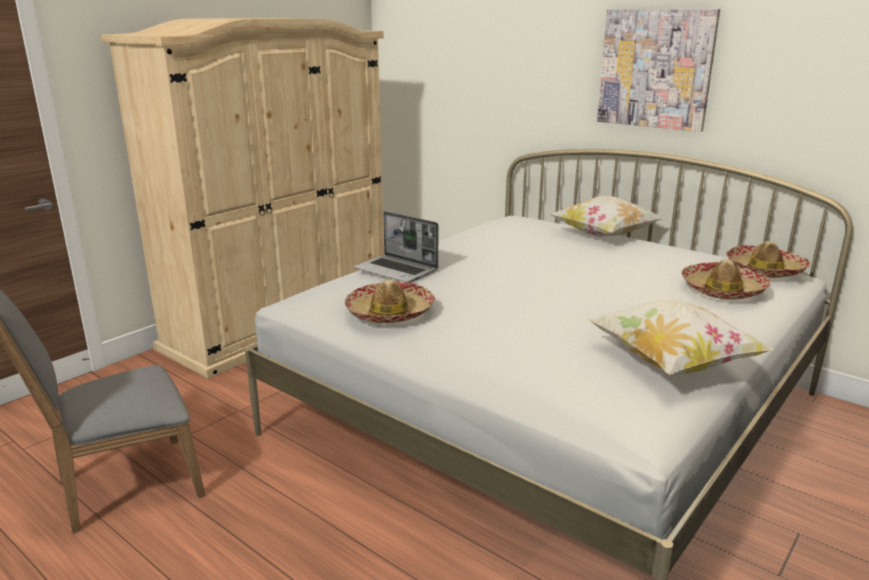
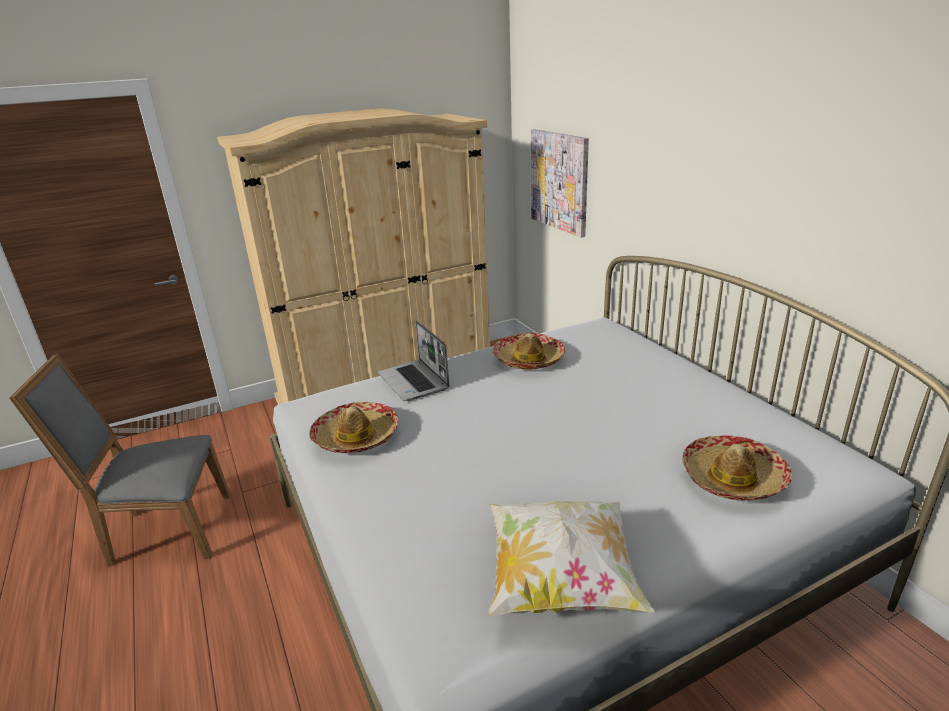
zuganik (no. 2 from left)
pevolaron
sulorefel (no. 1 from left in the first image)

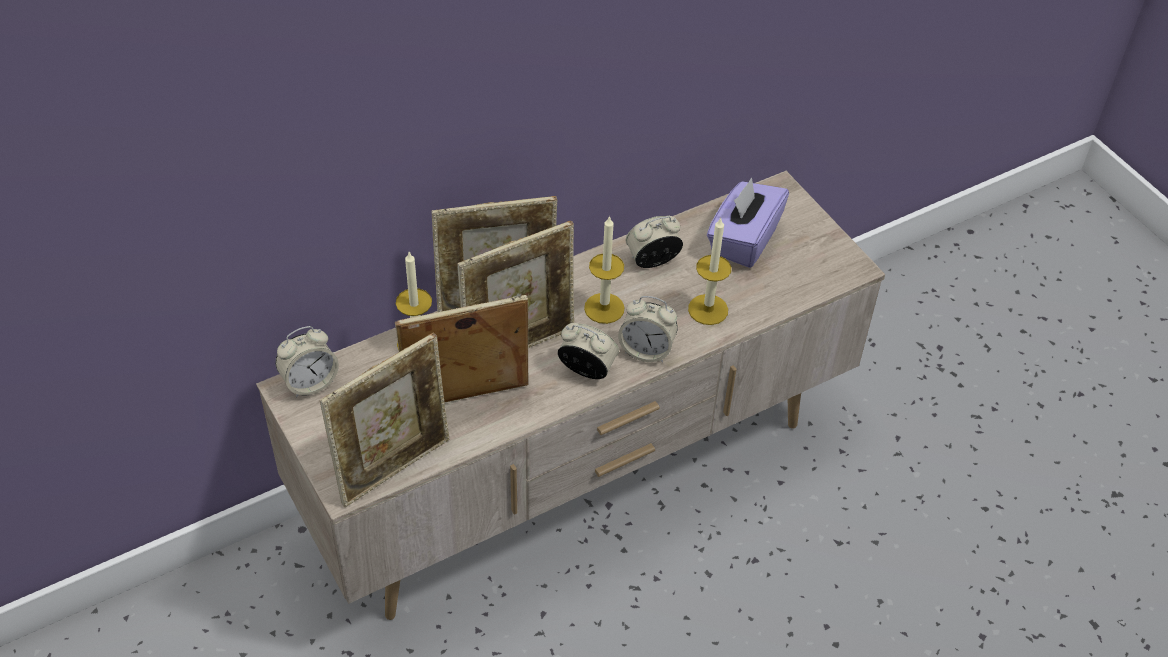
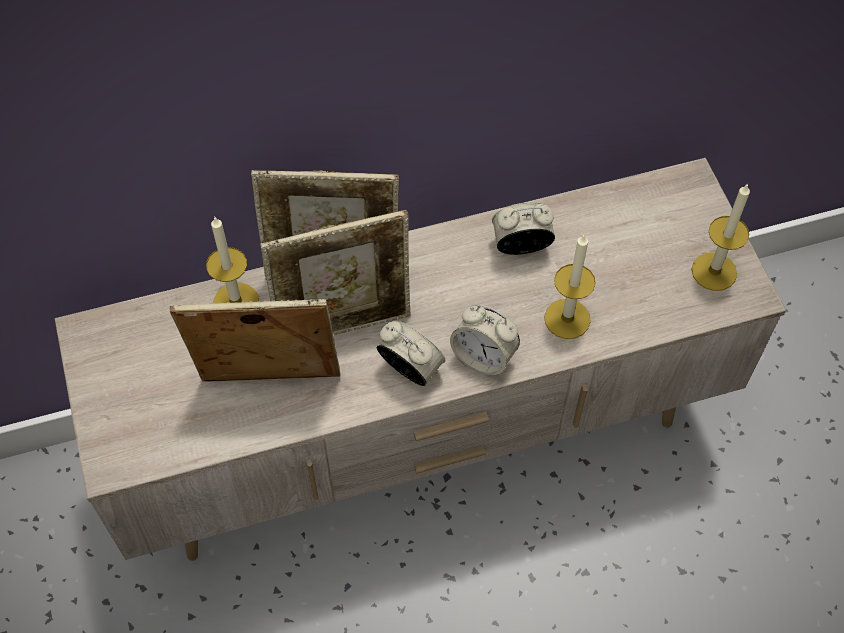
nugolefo (no. 3 from left)
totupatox (no. 1 from left in the first image)
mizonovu (no. 1 from left in the first image)
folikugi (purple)

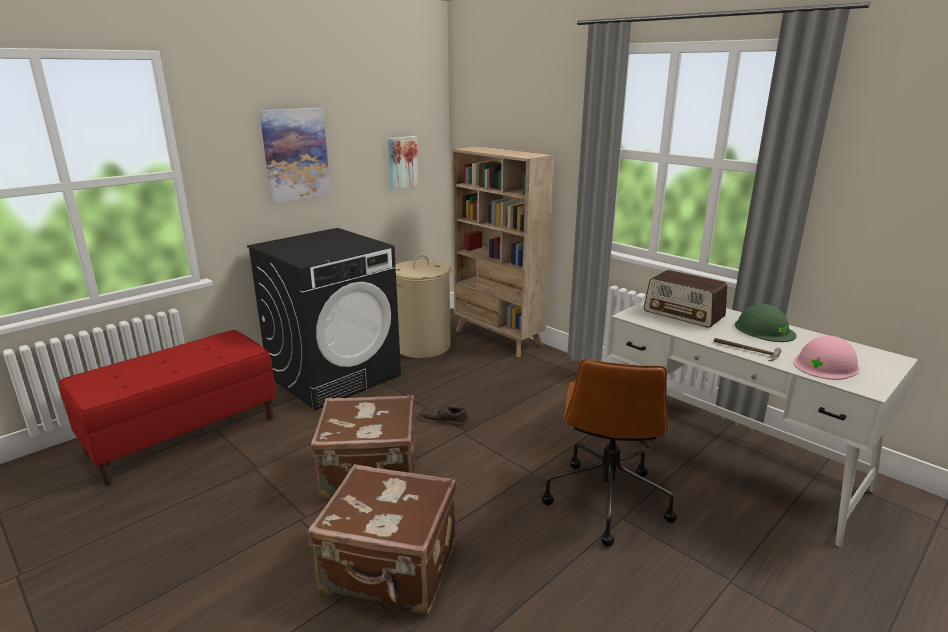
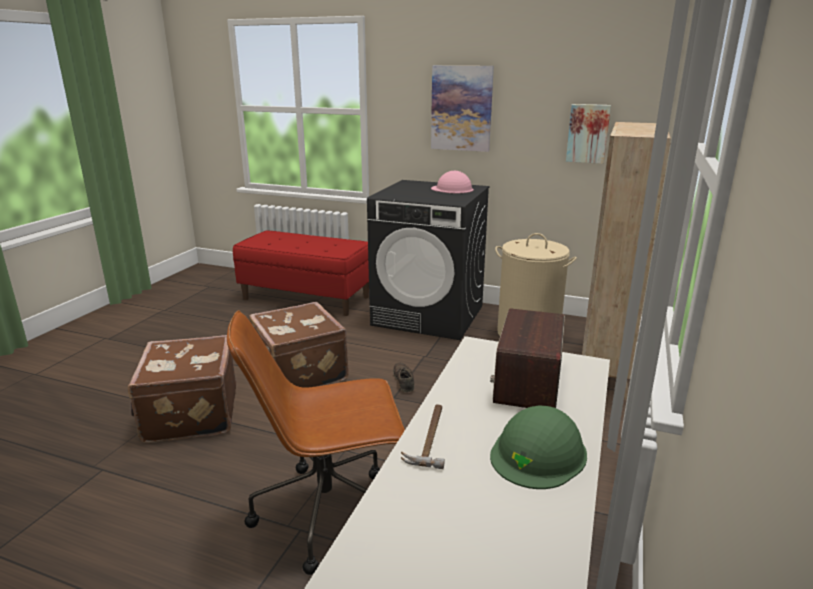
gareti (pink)

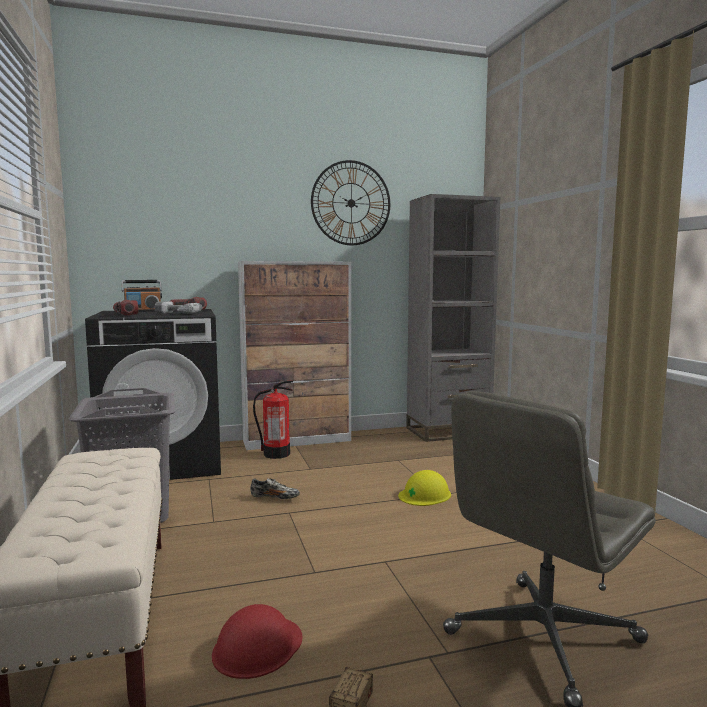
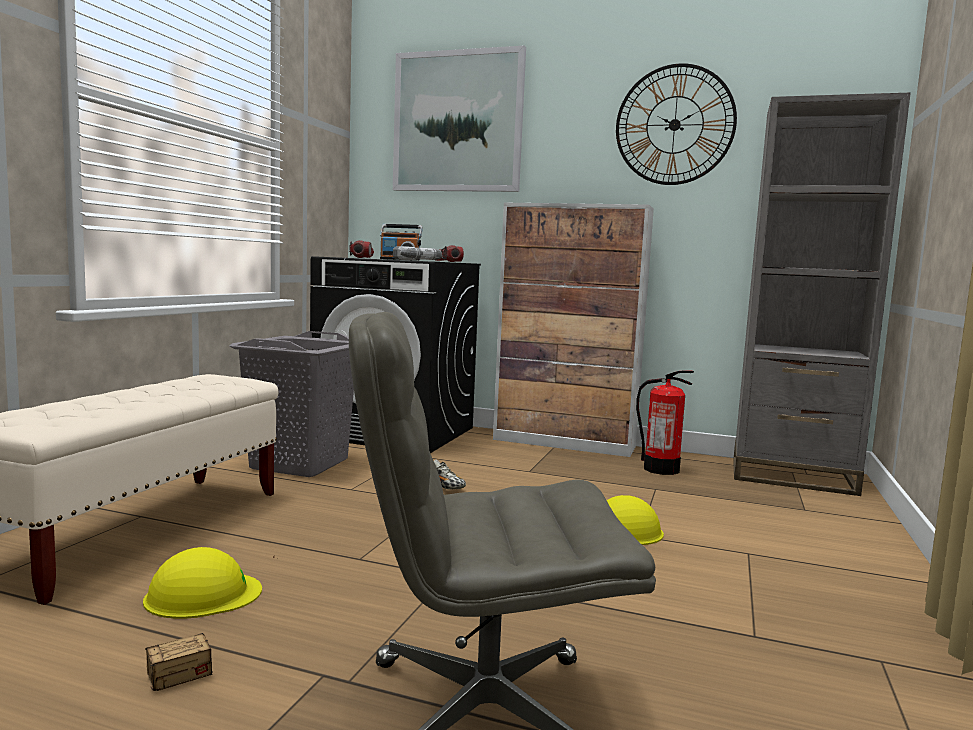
gareti (yellow) (no. 1 from left)
pevolaron
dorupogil

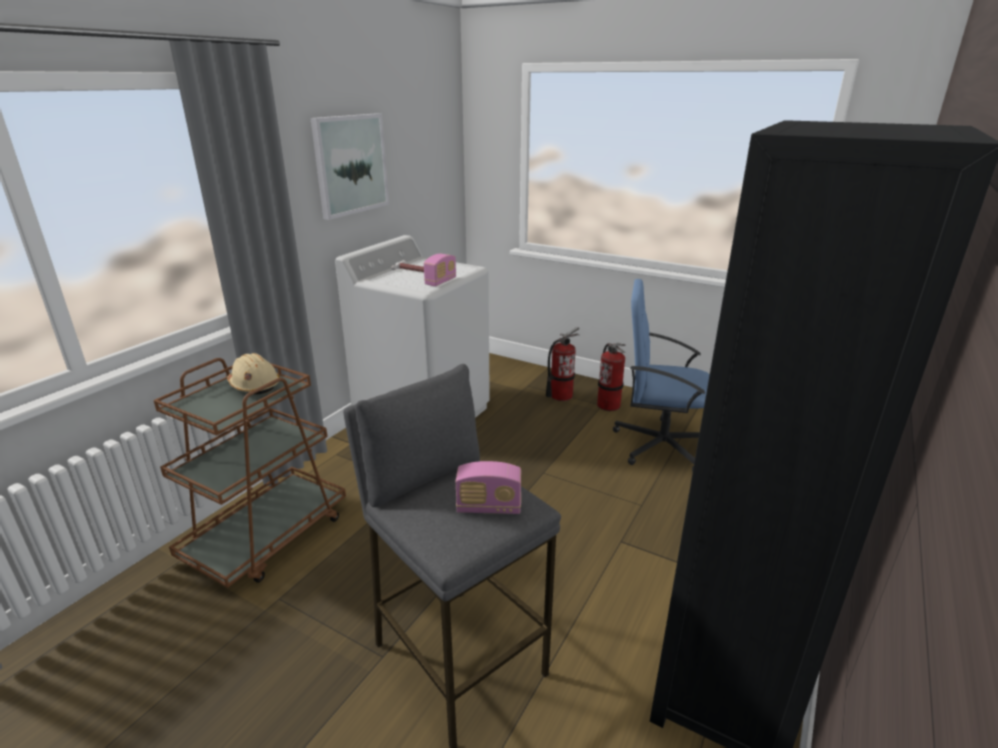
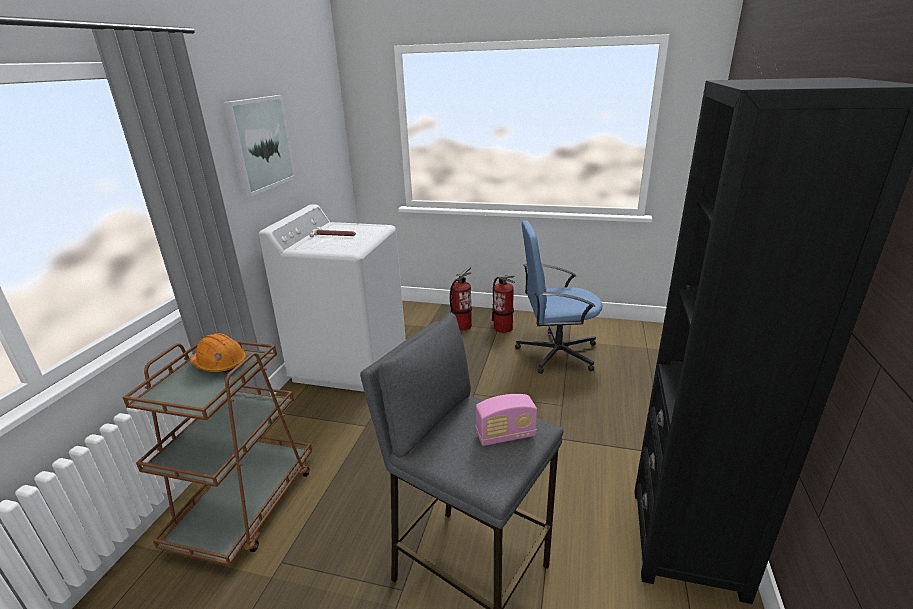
gareti (orange)
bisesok (no. 1 from left in the first image)

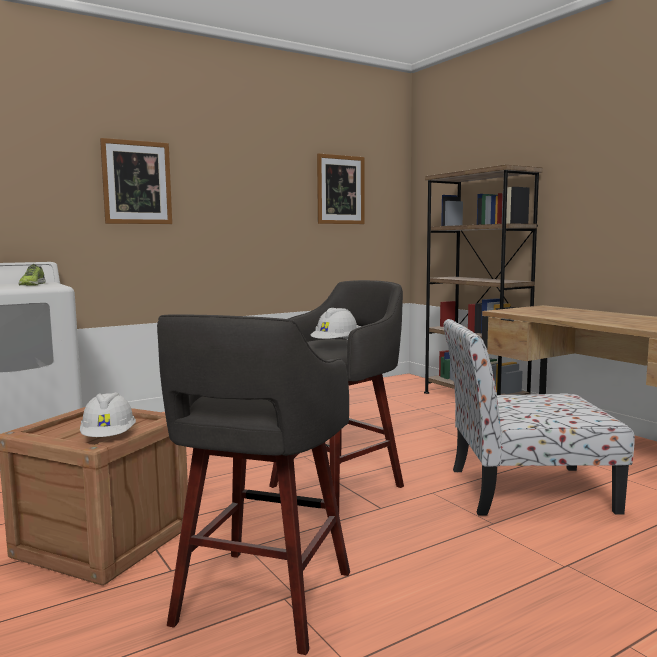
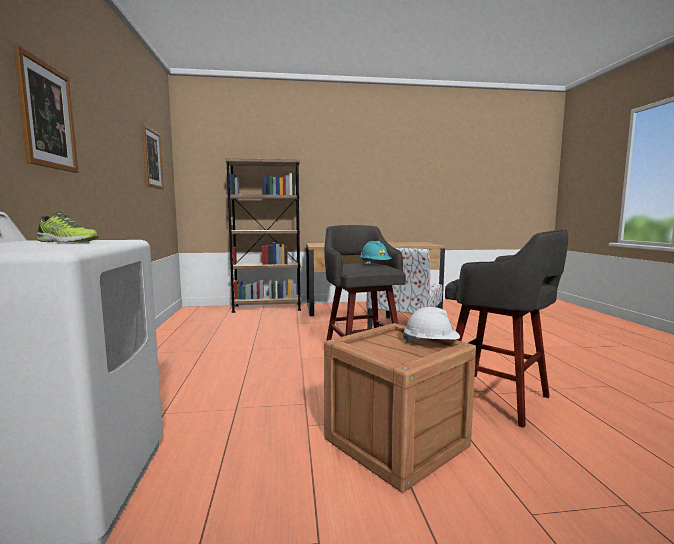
gareti (turquoise)

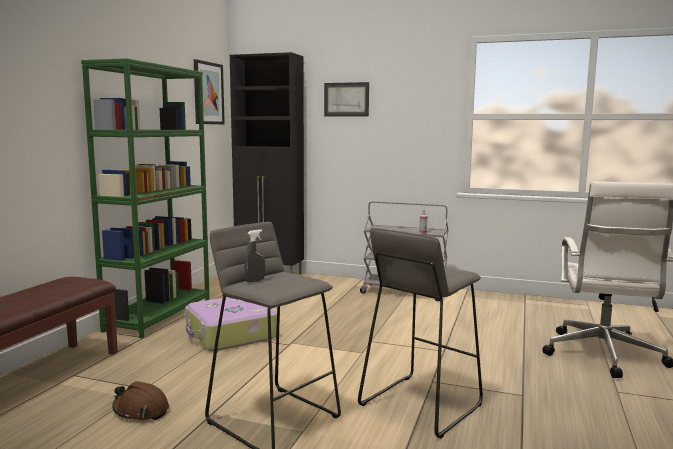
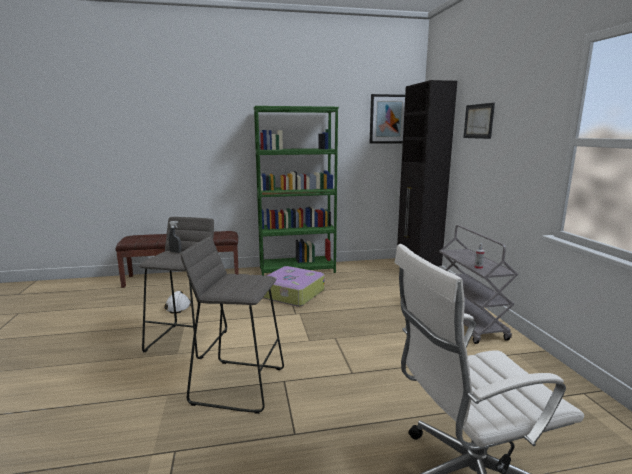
gareti (white)

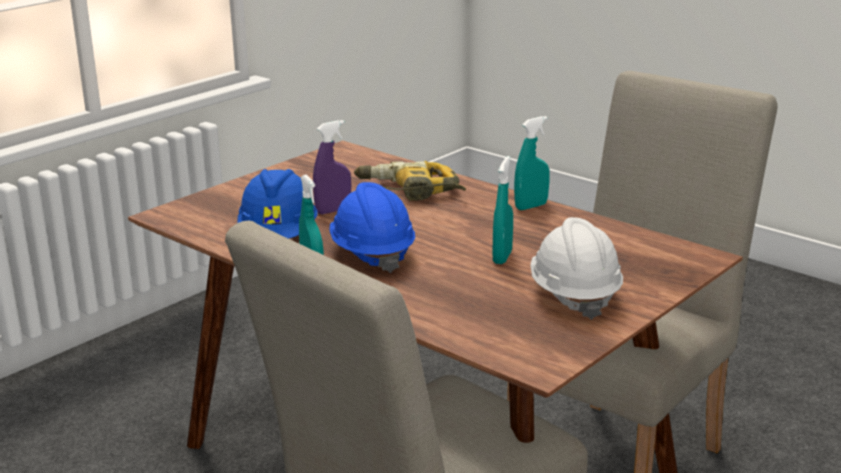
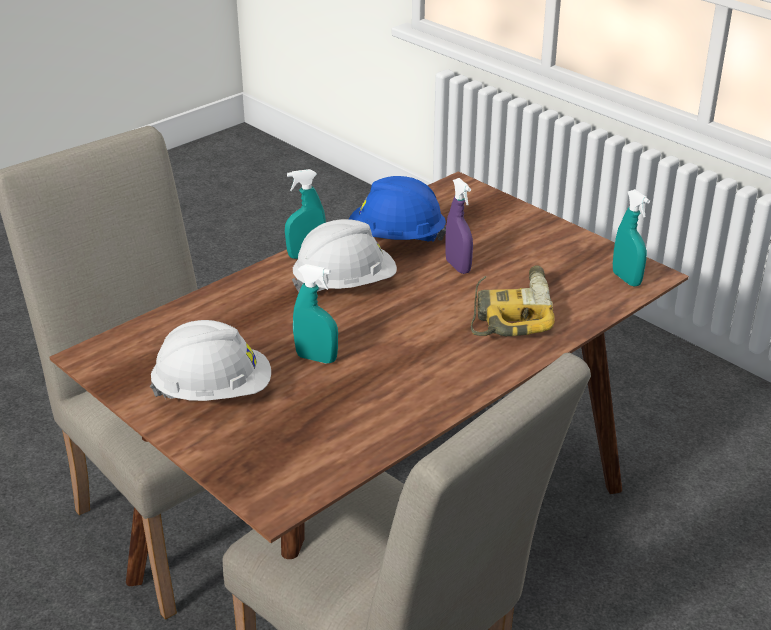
gareti (white) (no. 2 from left)
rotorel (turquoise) (no. 3 from left)

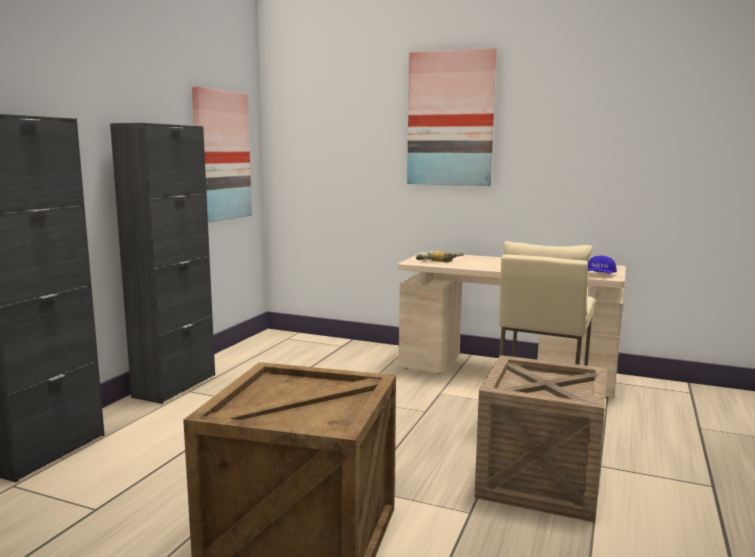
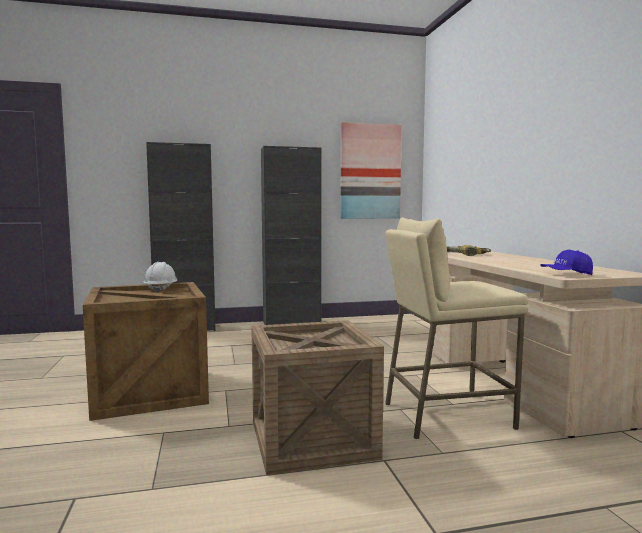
gareti (white)
pevolaron (no. 2 from left in the first image)

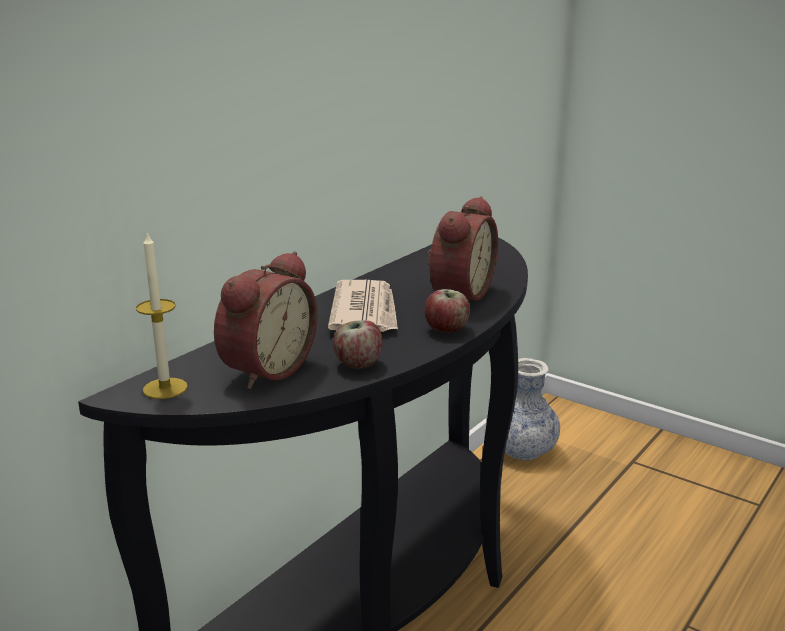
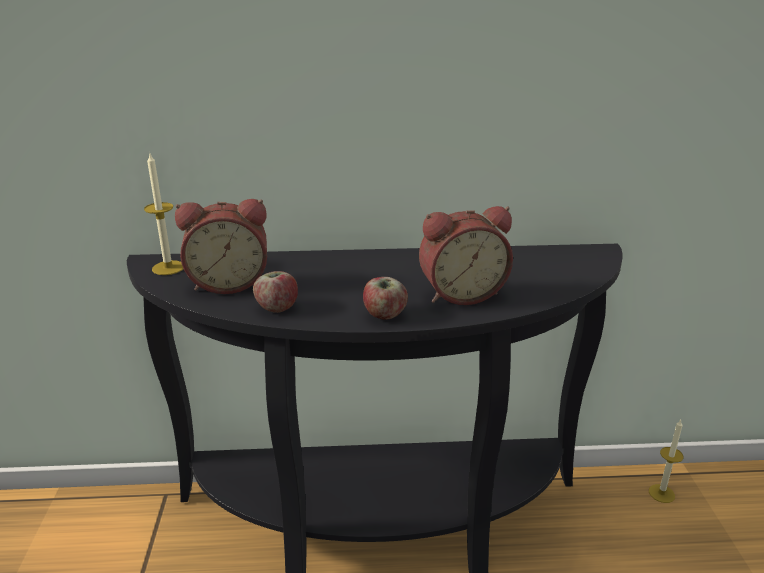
nugolefo (no. 2 from left)
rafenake

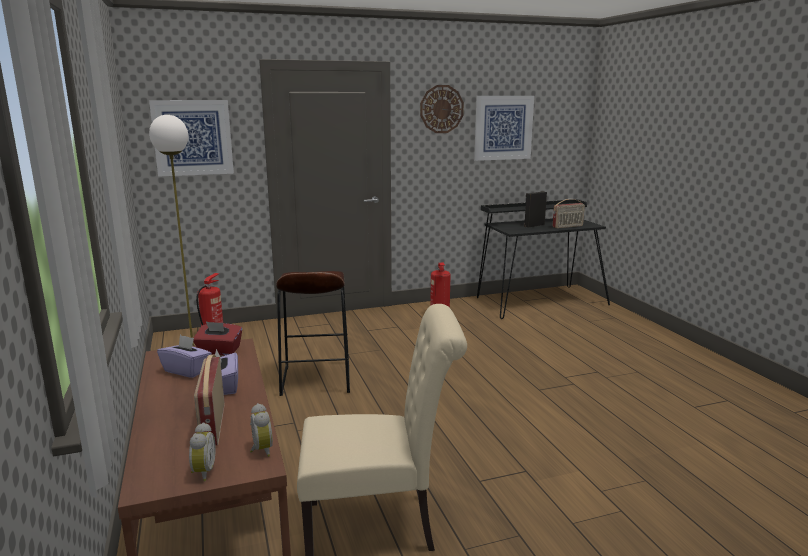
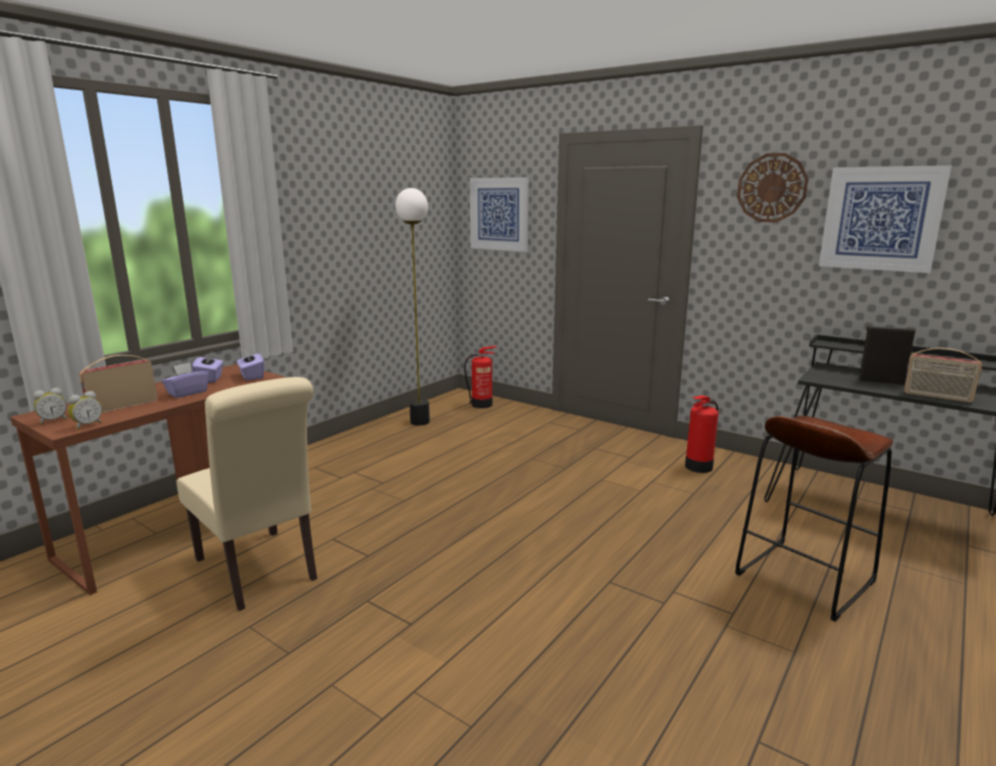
folikugi (purple) (no. 3 from left)
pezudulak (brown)

